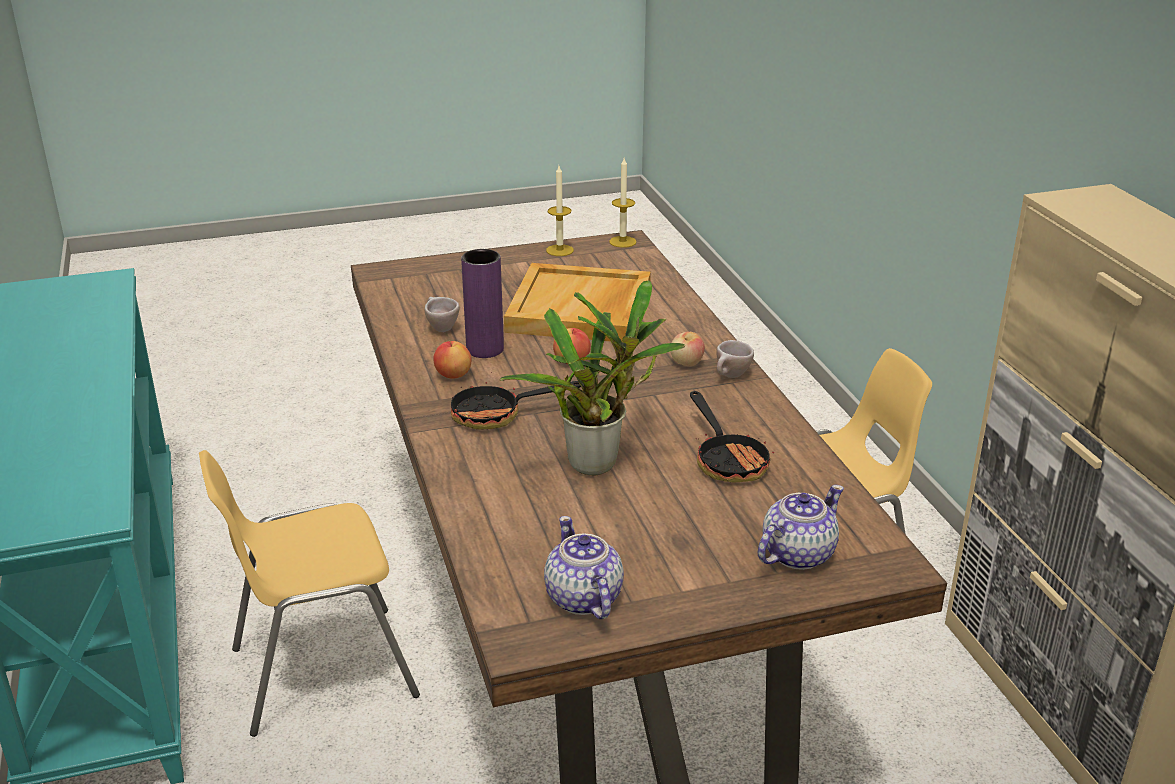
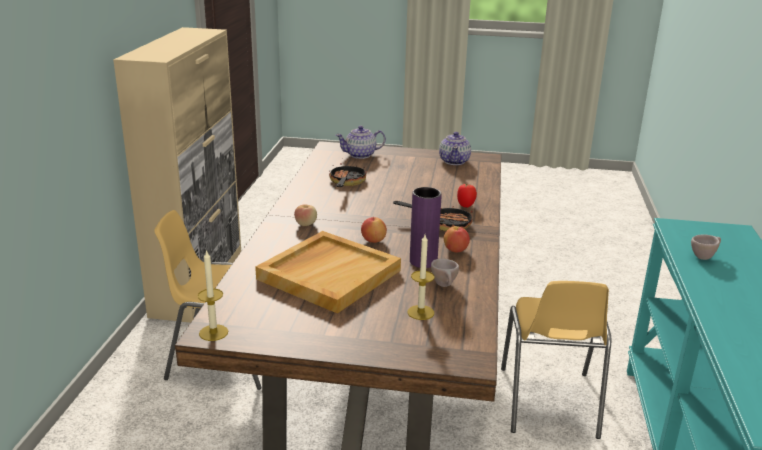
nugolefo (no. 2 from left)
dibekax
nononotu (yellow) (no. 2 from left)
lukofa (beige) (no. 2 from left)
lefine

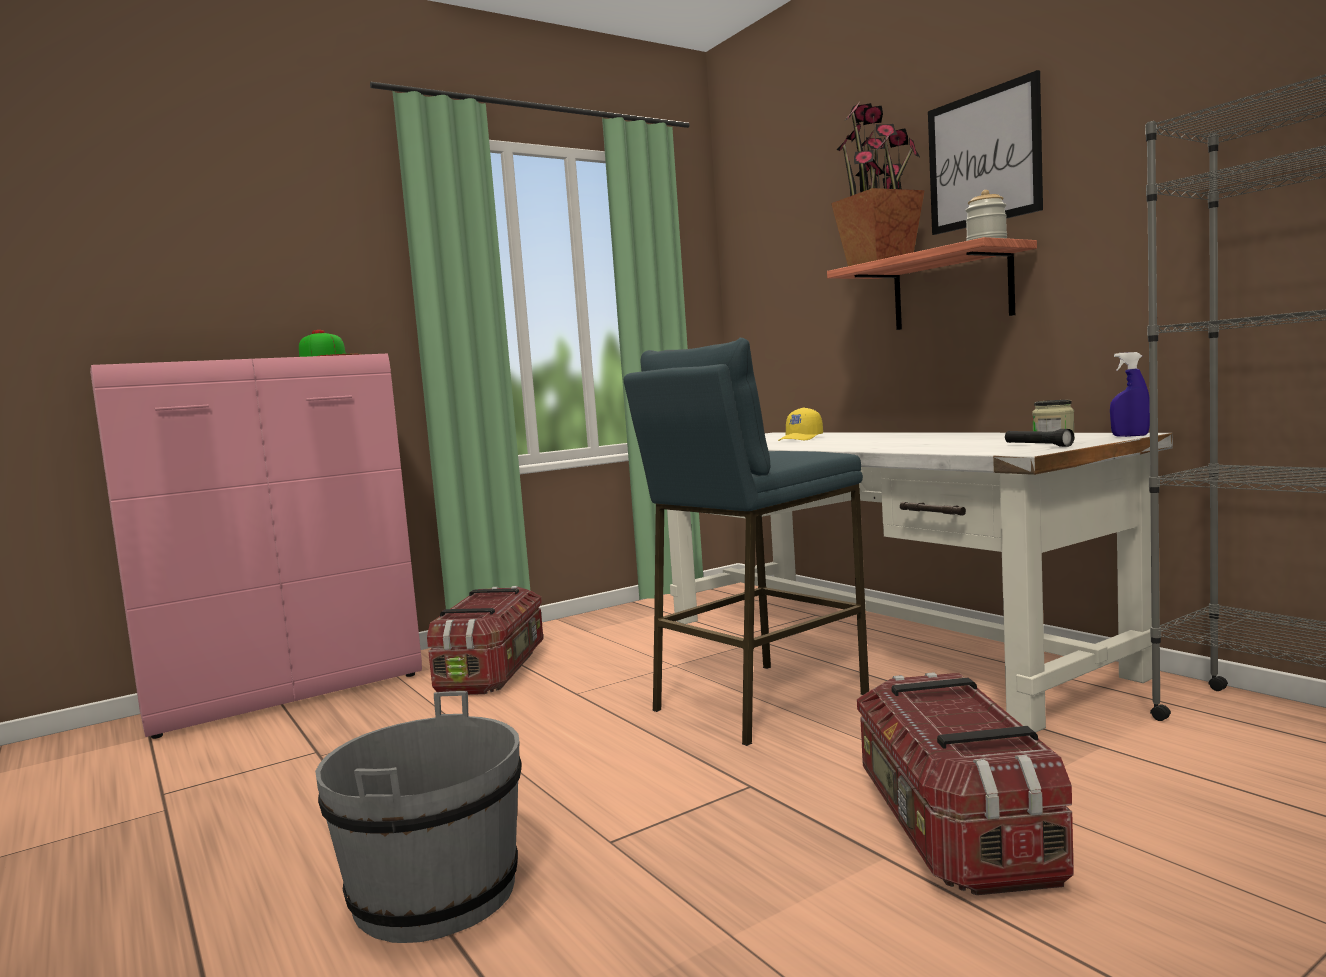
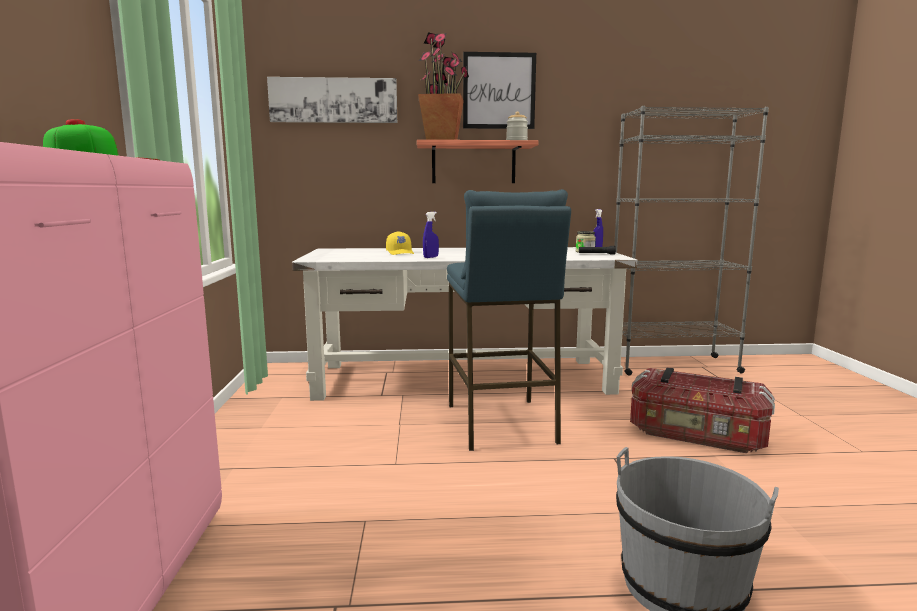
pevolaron (no. 1 from left)
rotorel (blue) (no. 1 from left)
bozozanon (no. 1 from left in the first image)

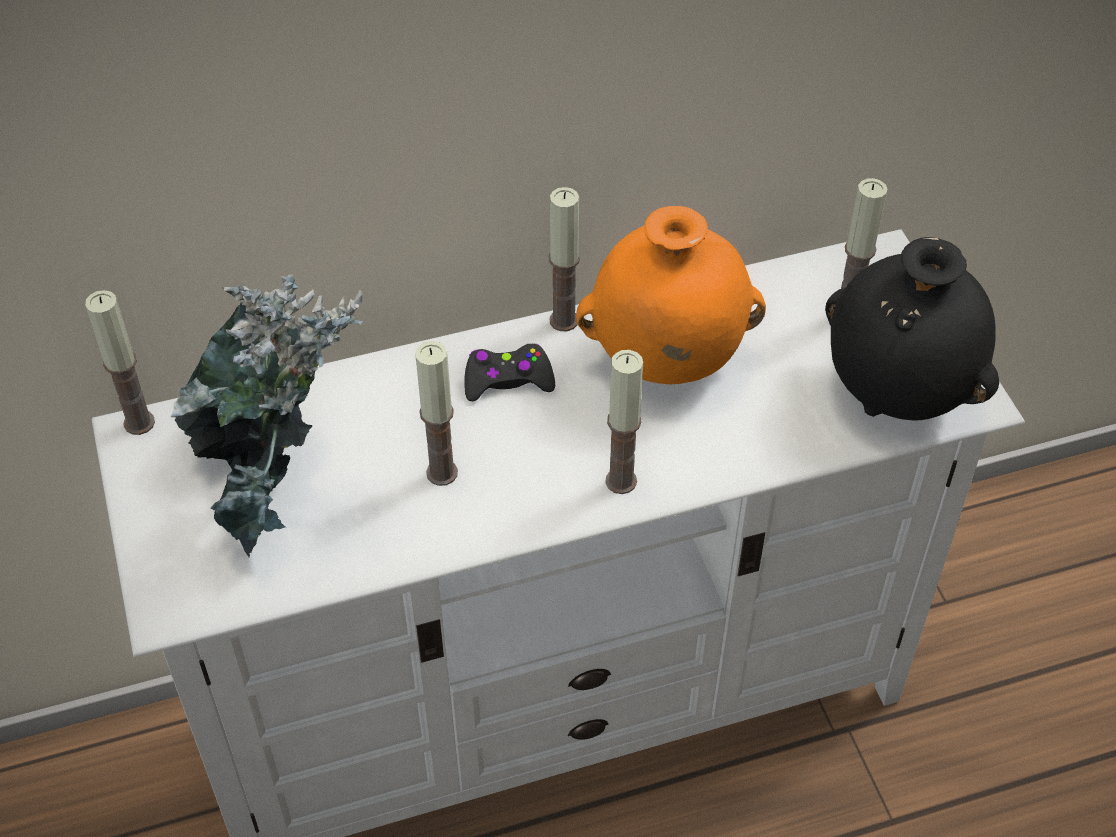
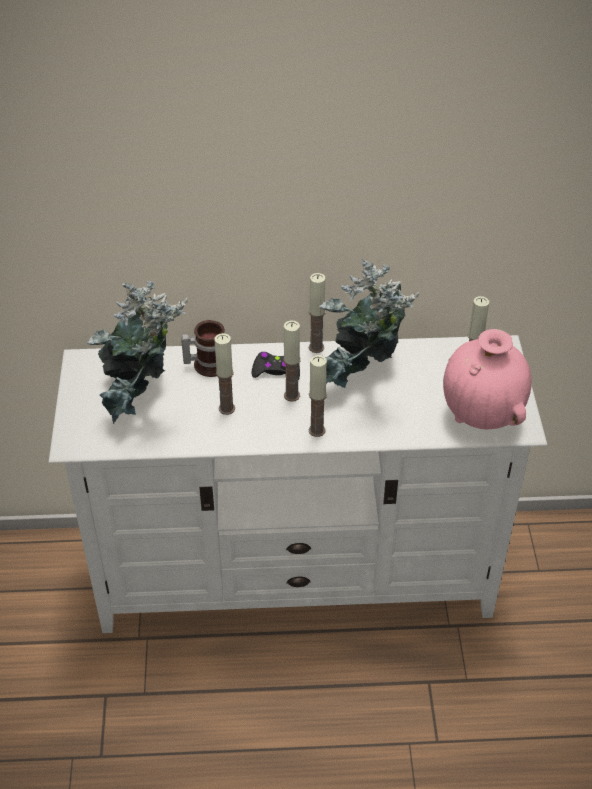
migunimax
nugolefo (no. 2 from left)
lefine (no. 2 from left)
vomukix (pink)

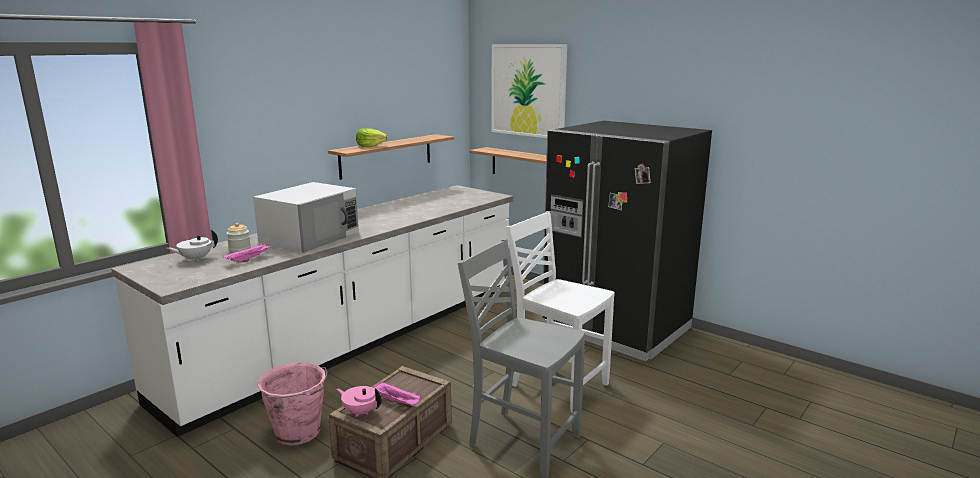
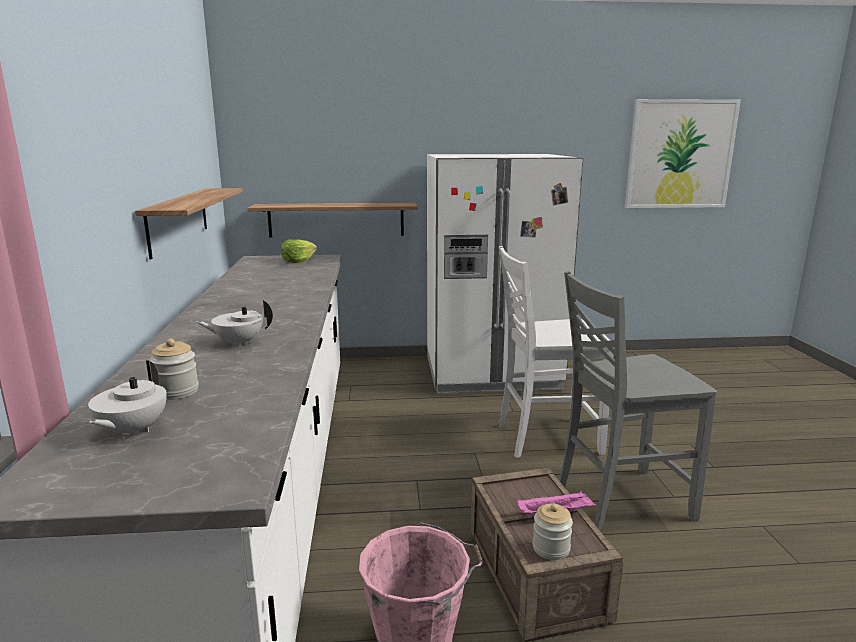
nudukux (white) (no. 2 from left)
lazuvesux
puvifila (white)
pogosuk (no. 2 from left)
pevolaron
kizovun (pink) (no. 1 from left in the first image)

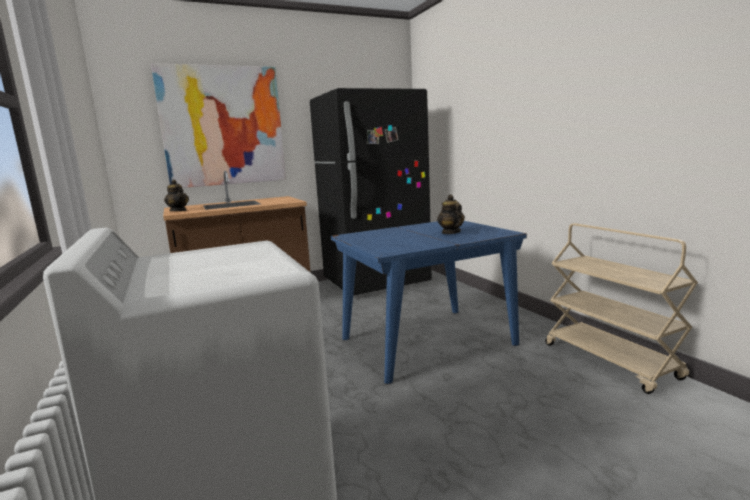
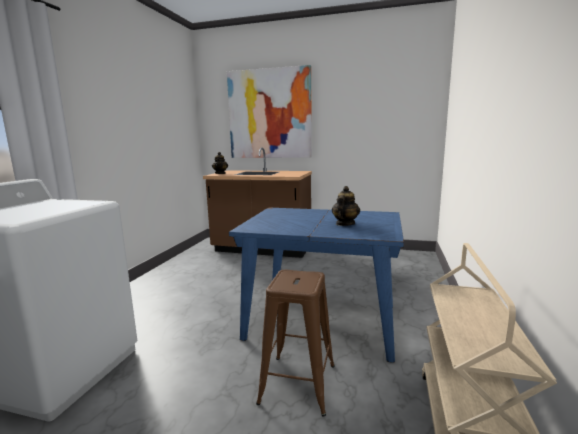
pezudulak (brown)
puvifila (black)

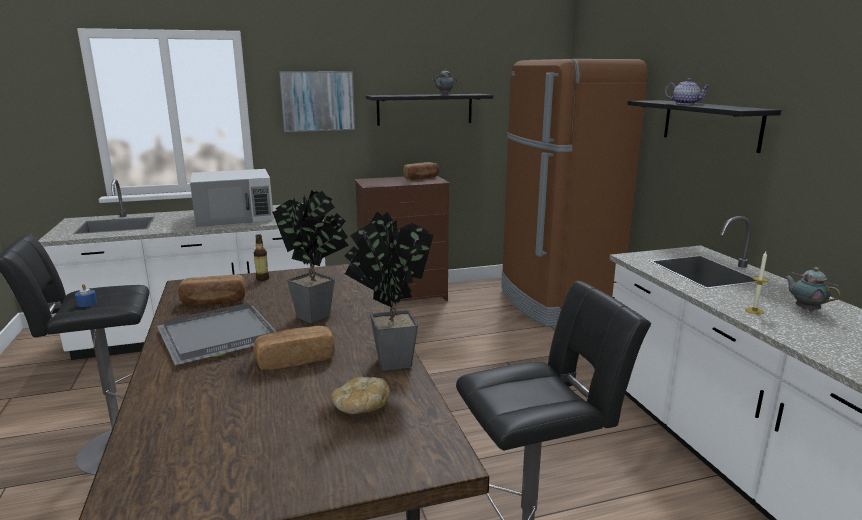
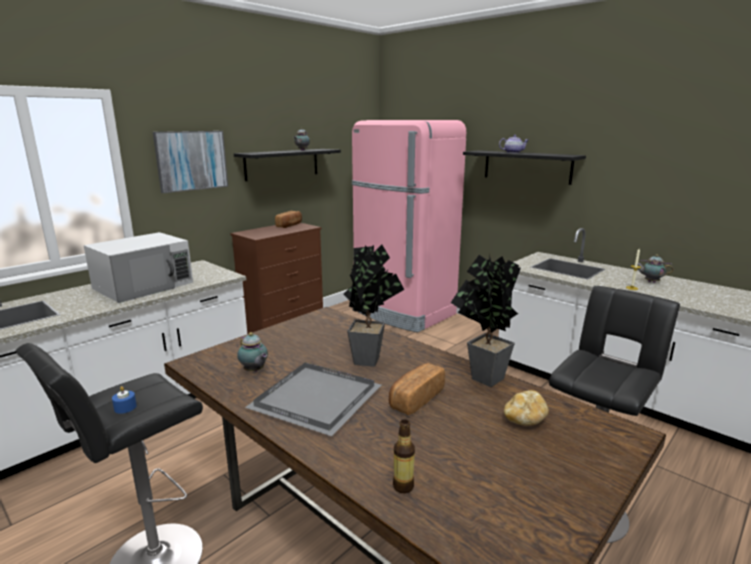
nudukux (no. 1 from left)
puvifila (pink)
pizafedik

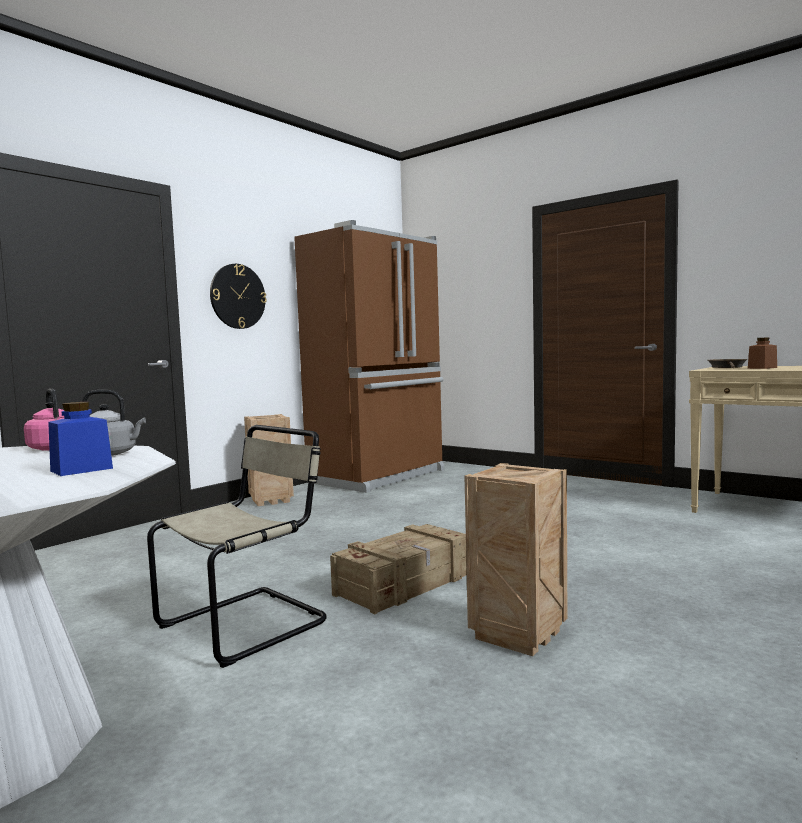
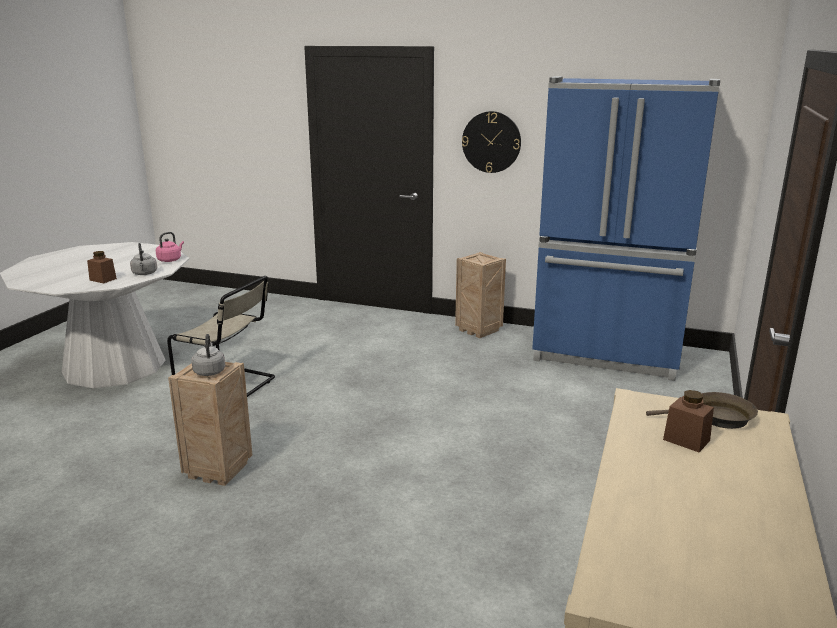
pogosuk (brown) (no. 1 from left)
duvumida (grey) (no. 2 from left)
puvifila (blue)
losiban (no. 2 from left in the first image)

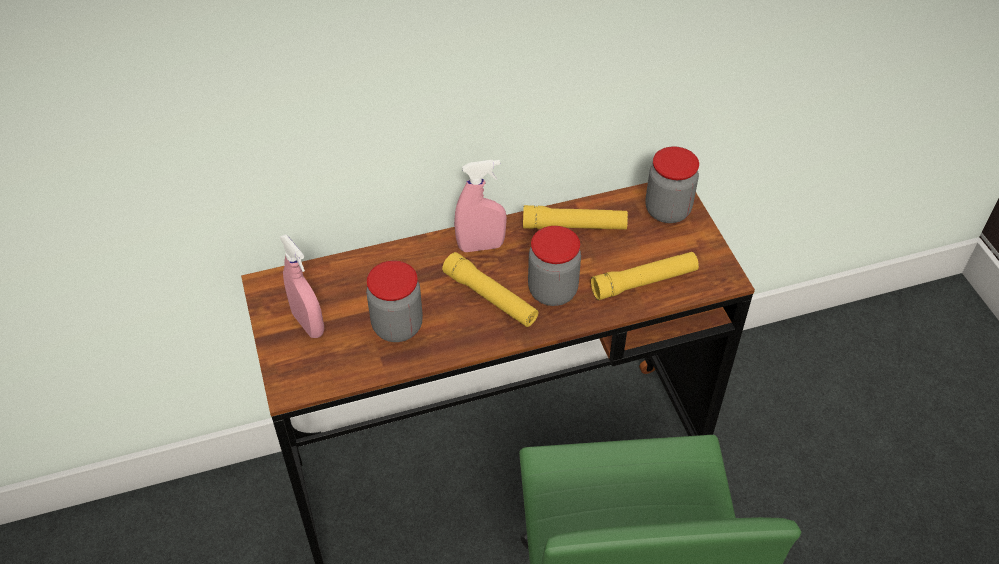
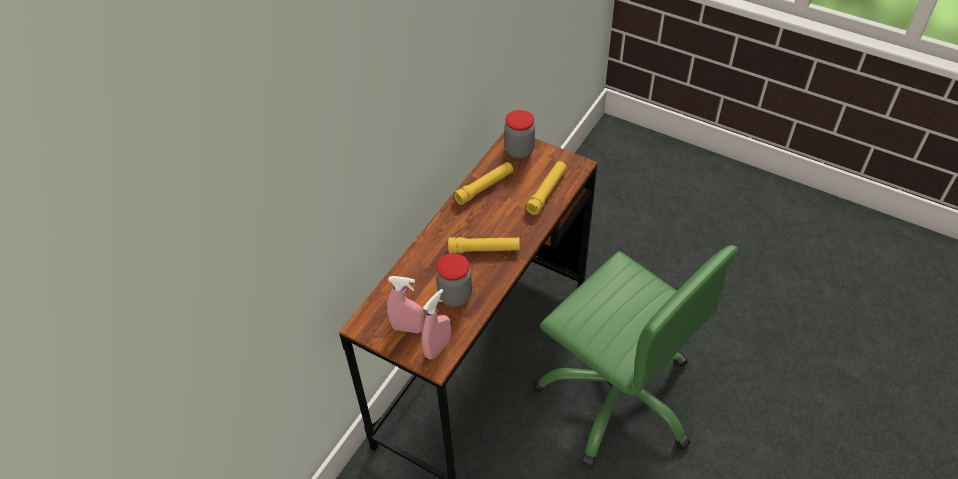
rotorel (pink) (no. 2 from left)
pogosuk (no. 2 from left in the first image)

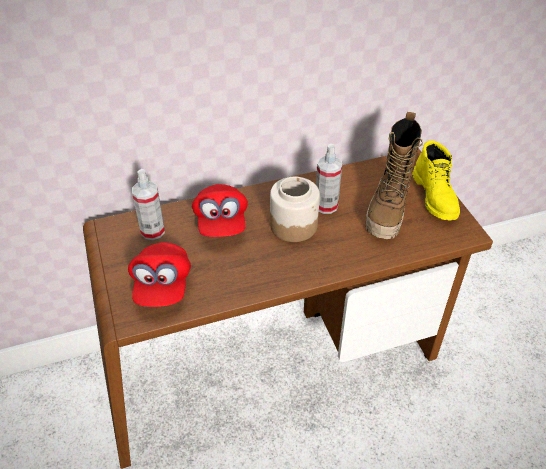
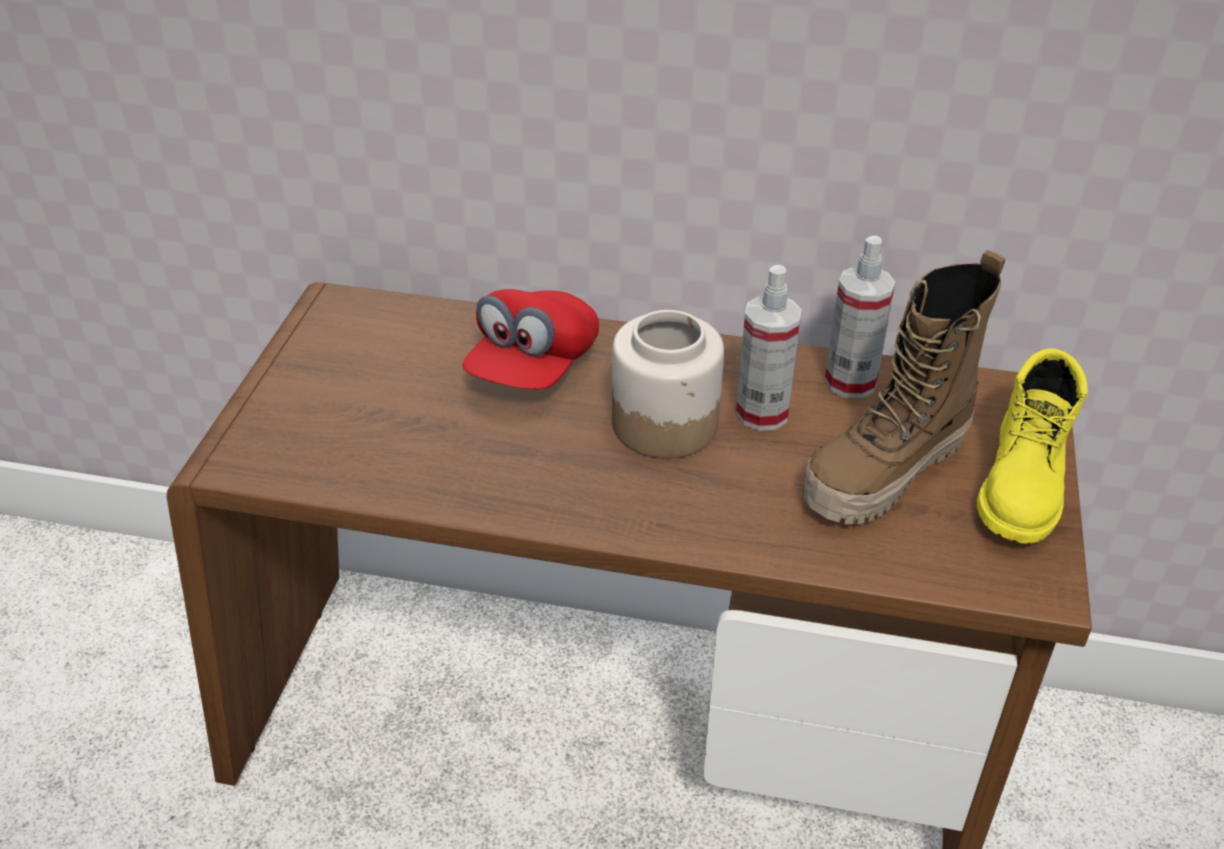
rotorel (no. 2 from left)
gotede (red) (no. 1 from left in the first image)

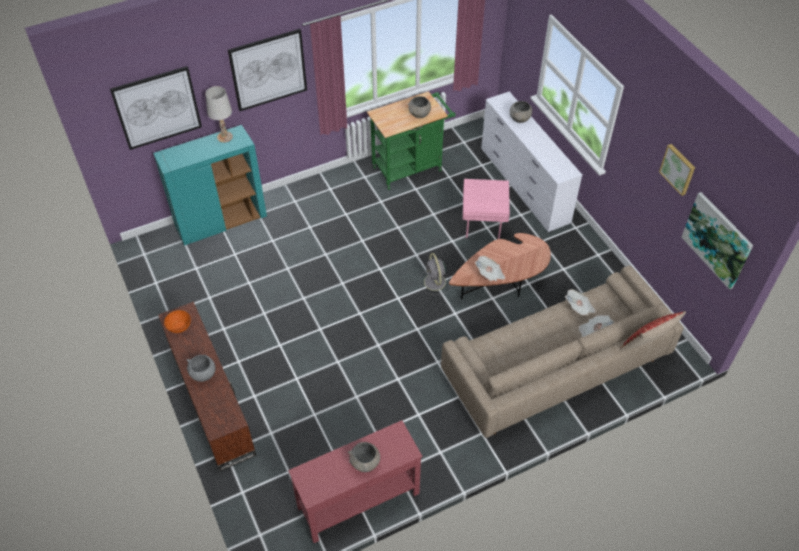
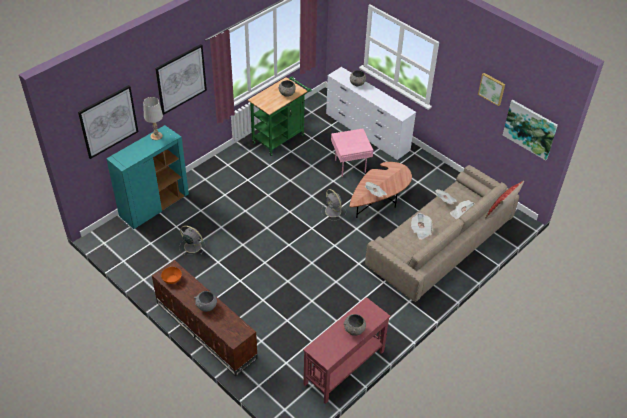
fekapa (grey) (no. 1 from left)
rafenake (no. 2 from left)

